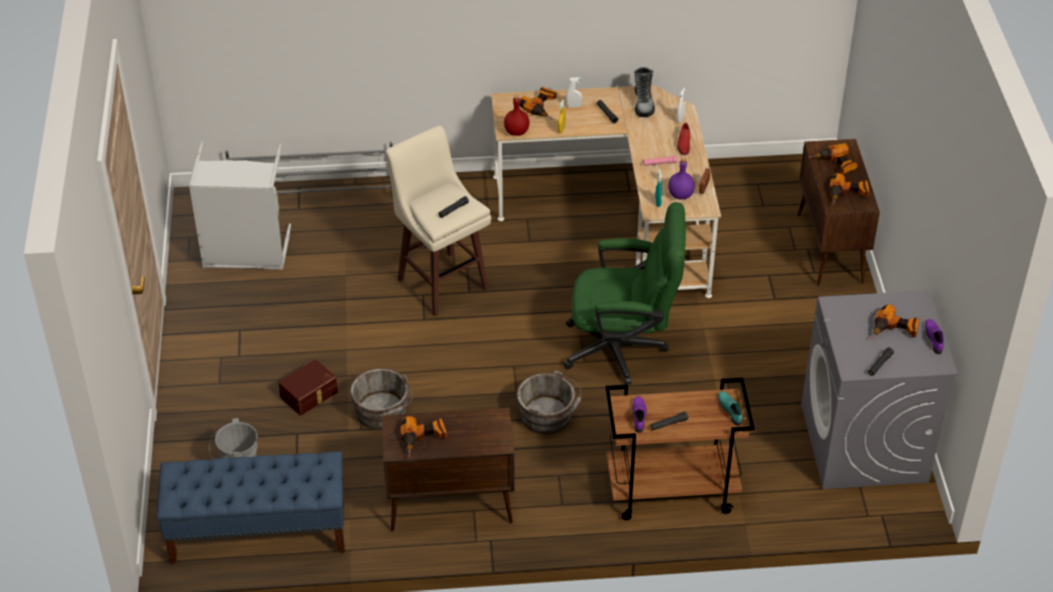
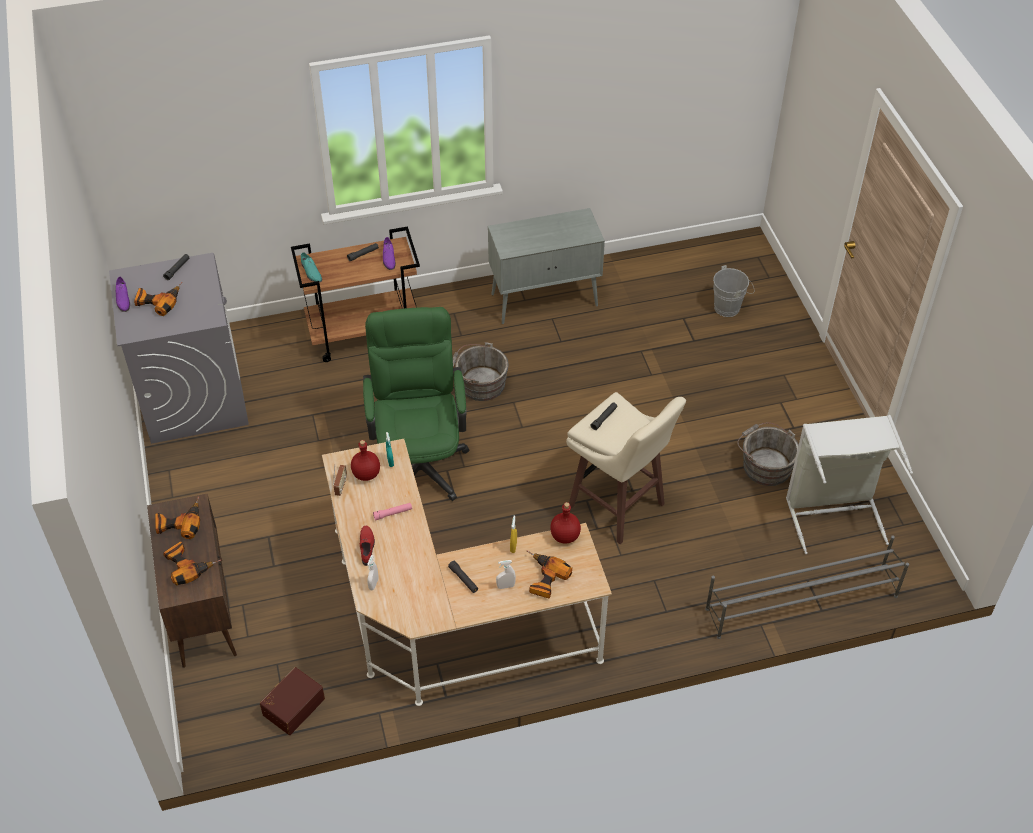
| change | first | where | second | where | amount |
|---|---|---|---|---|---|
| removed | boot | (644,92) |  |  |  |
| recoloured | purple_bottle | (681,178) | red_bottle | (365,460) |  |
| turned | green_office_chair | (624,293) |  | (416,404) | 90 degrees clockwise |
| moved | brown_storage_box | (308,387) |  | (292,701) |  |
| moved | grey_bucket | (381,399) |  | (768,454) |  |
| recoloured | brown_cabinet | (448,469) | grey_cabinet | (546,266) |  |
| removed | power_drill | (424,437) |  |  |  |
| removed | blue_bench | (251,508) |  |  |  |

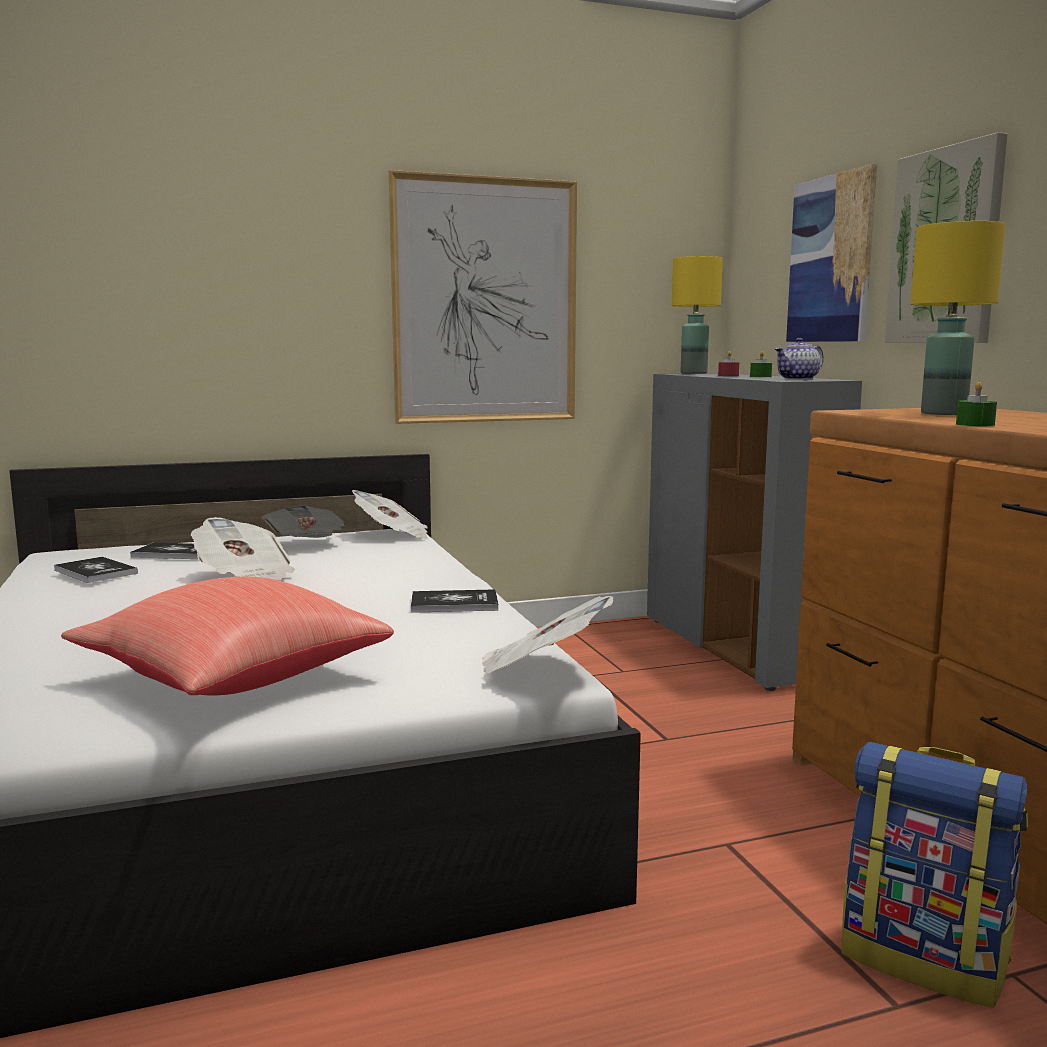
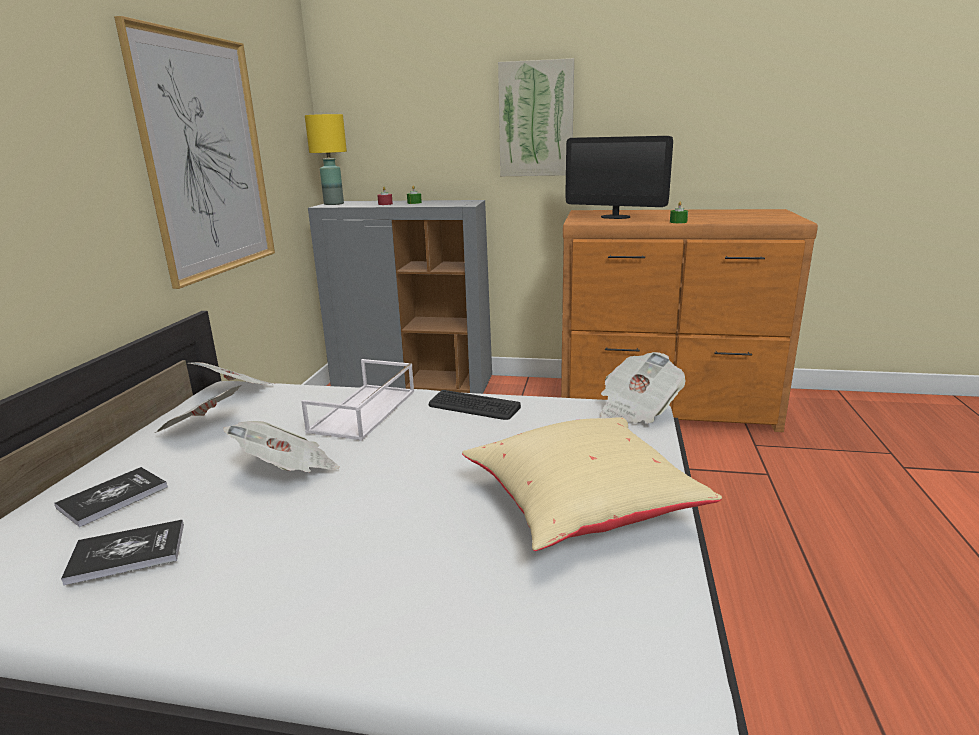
| change | first | where | second | where | amount |
|---|---|---|---|---|---|
| removed | picture | (831,253) |  |  |  |
| replaced | yellow_table_lamp | (958,318) | monitor | (619,177) |  |
| removed | teapot | (799,359) |  |  |  |
| recoloured | red_pillow | (227,636) | beige_pillow | (592,484) |  |
| replaced | book | (455,601) | keyboard | (475,405) |  |
| removed | backpack | (934,875) |  |  |  |
| added |  |  | white_tray | (357,400) |  |

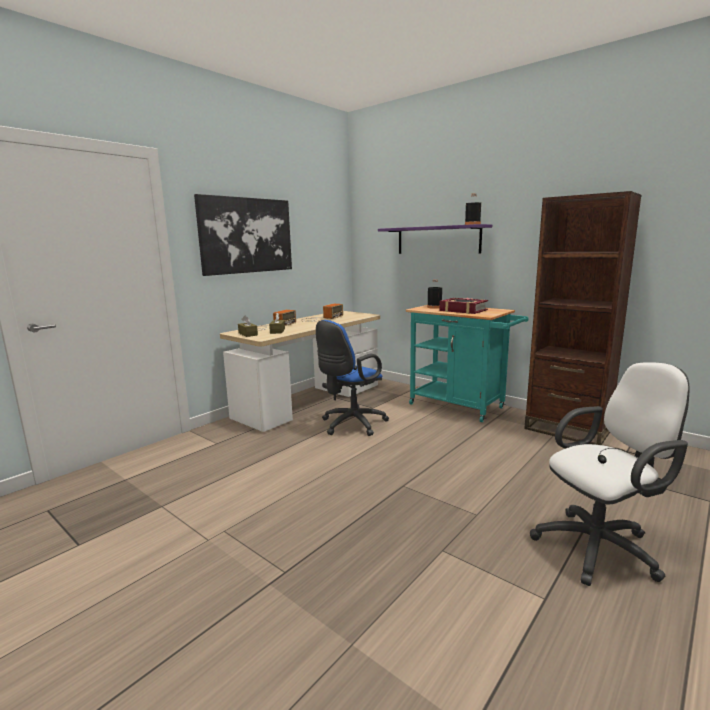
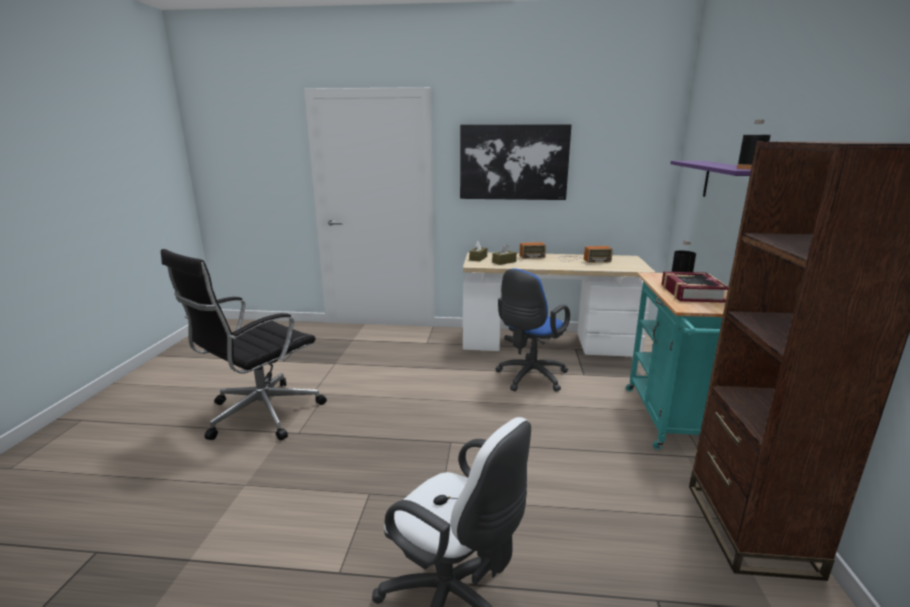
| change | first | where | second | where | amount |
|---|---|---|---|---|---|
| turned | blue_office_chair | (352,378) |  | (532,330) | 60 degrees counterclockwise |
| added |  |  | black_office_chair | (244,344) |  |

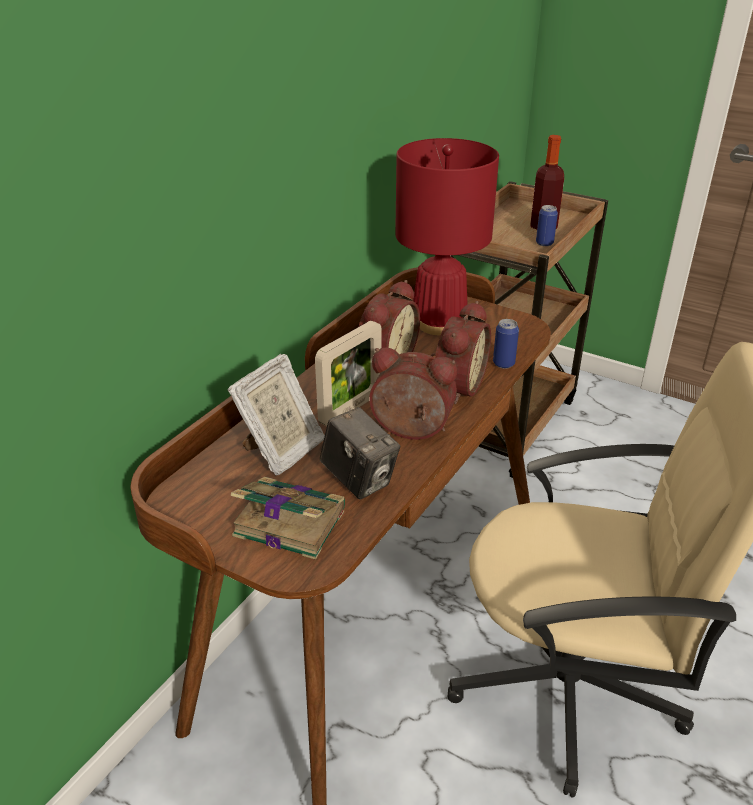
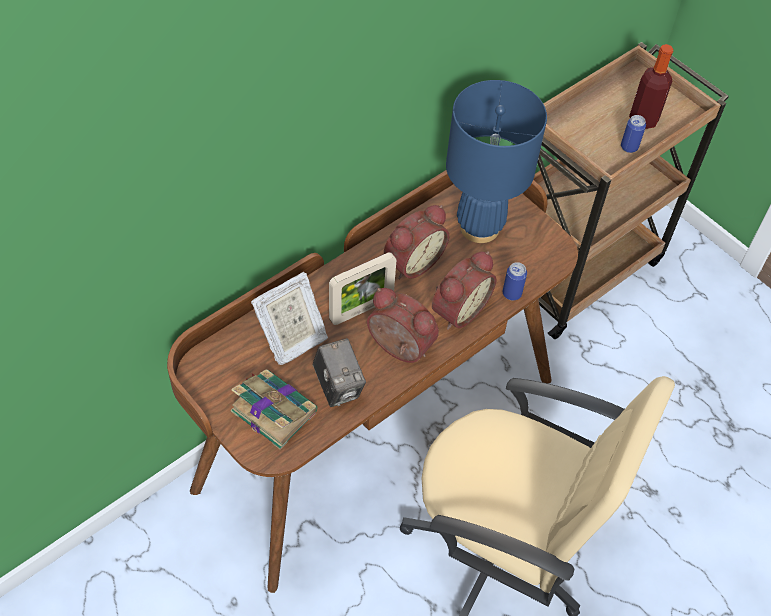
| change | first | where | second | where | amount |
|---|---|---|---|---|---|
| recoloured | red_table_lamp | (447,236) | blue_table_lamp | (496,161) |  |

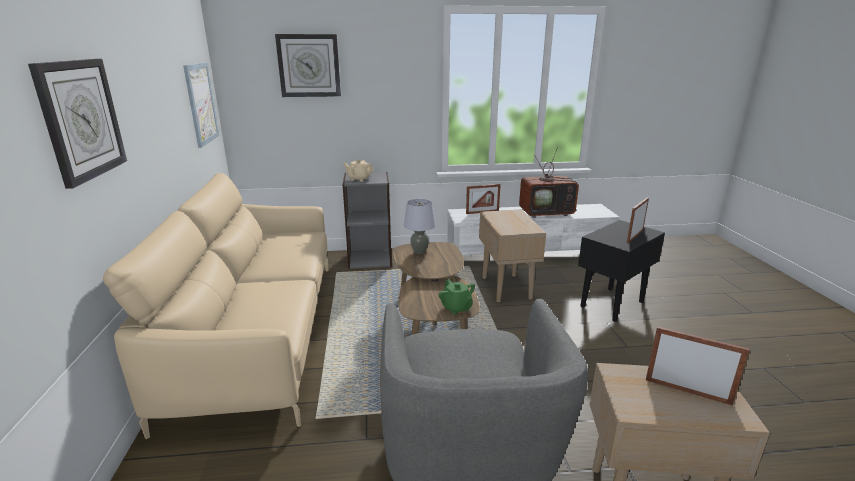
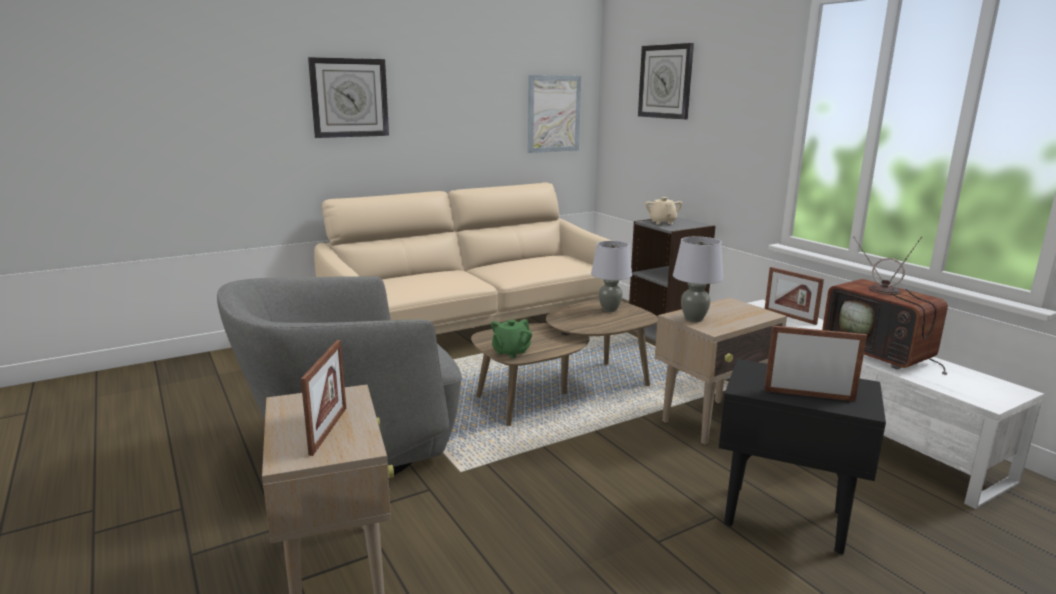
| change | first | where | second | where | amount |
|---|---|---|---|---|---|
| added |  |  | grey_table_lamp | (698,279) |  |

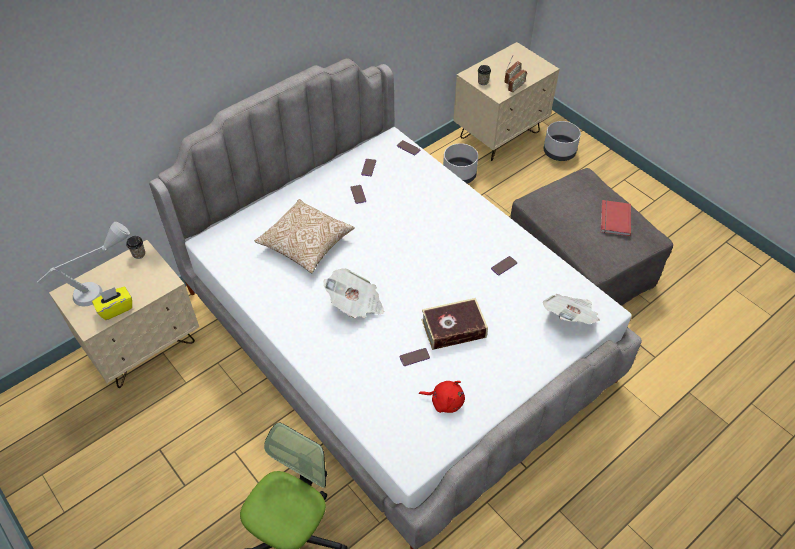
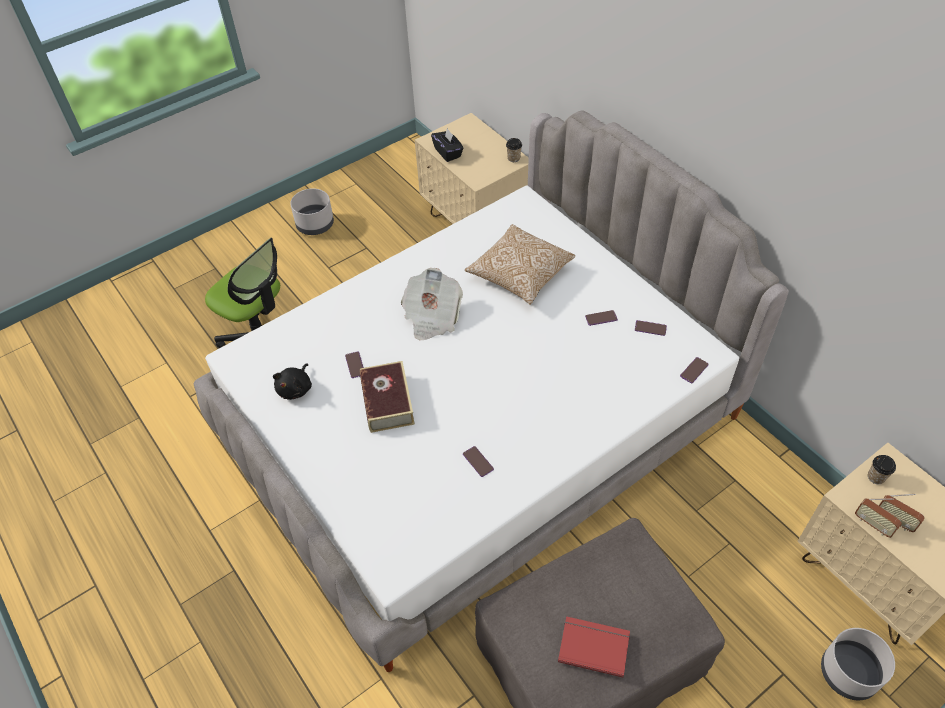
| change | first | where | second | where | amount |
|---|---|---|---|---|---|
| moved | grey_planter | (460,163) |  | (312,211) |  |
| removed | grey_table_lamp | (83,264) |  |  |  |
| recoloured | yellow_tissue_box | (112,303) | black_tissue_box | (447,145) |  |
| removed | newspaper | (571,309) |  |  |  |
| recoloured | red_plush_toy | (442,397) | black_plush_toy | (292,382) |  |

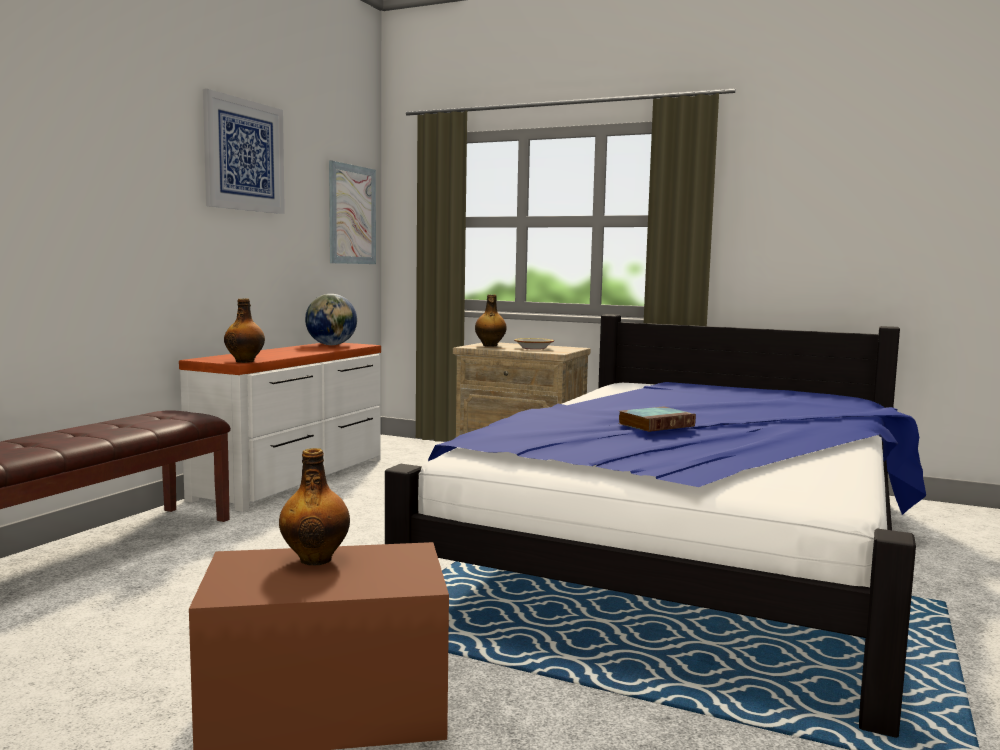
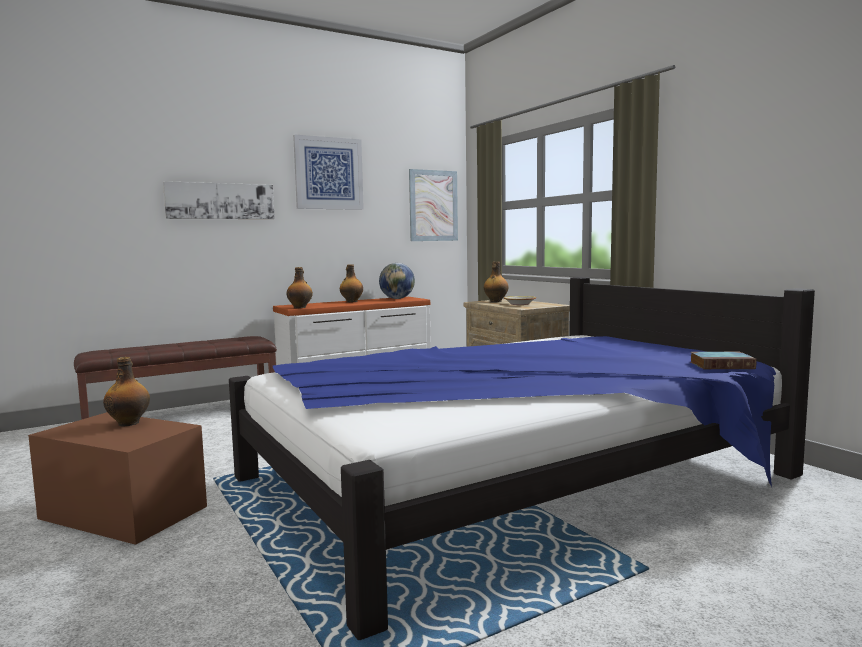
| change | first | where | second | where | amount |
|---|---|---|---|---|---|
| moved | book | (657,419) |  | (723,360) |  |
| added |  |  | picture | (219,200) |  |
| added |  |  | bottle | (351,283) |  |

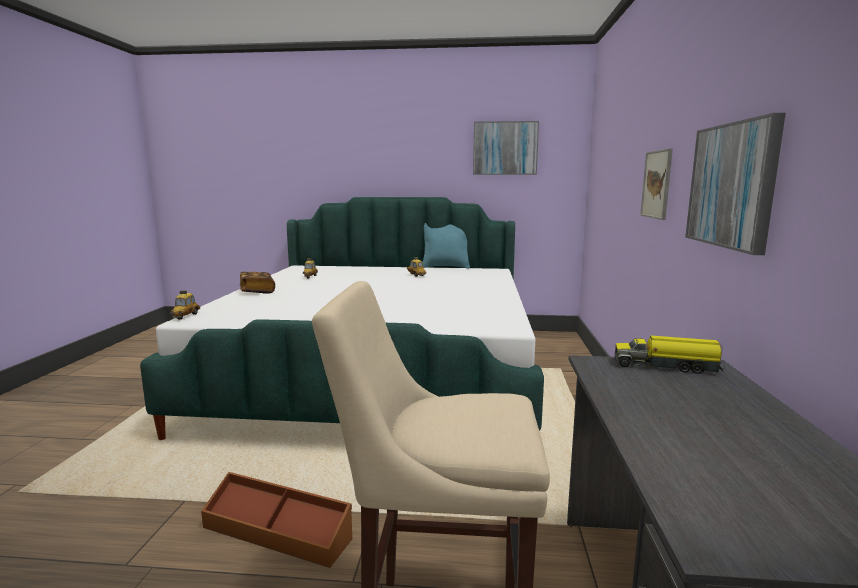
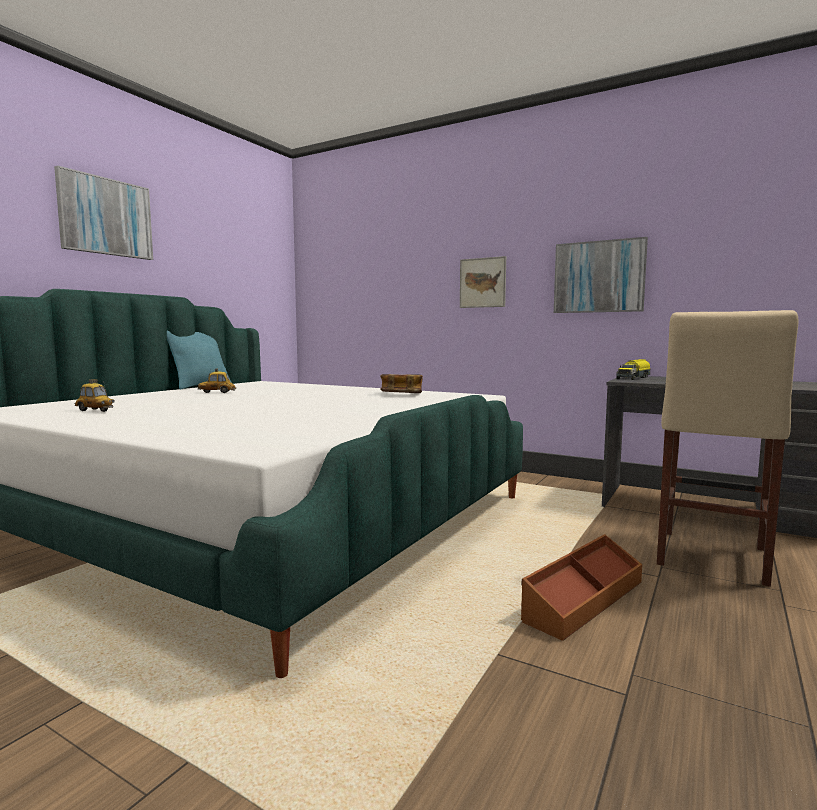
| change | first | where | second | where | amount |
|---|---|---|---|---|---|
| moved | picture | (506,148) |  | (103,213) |  |
| moved | book | (257,283) |  | (401,383) |  |
| removed | toy_car | (185,305) |  |  |  |

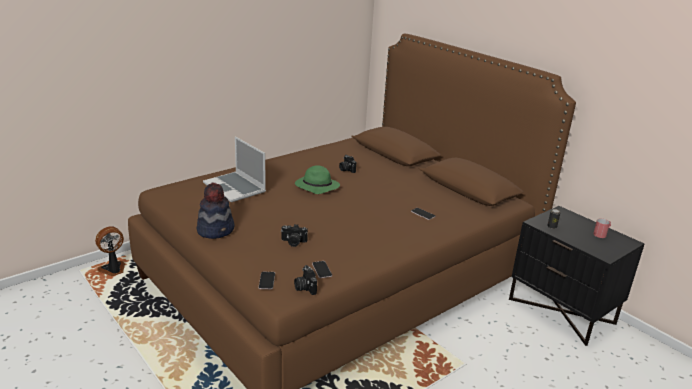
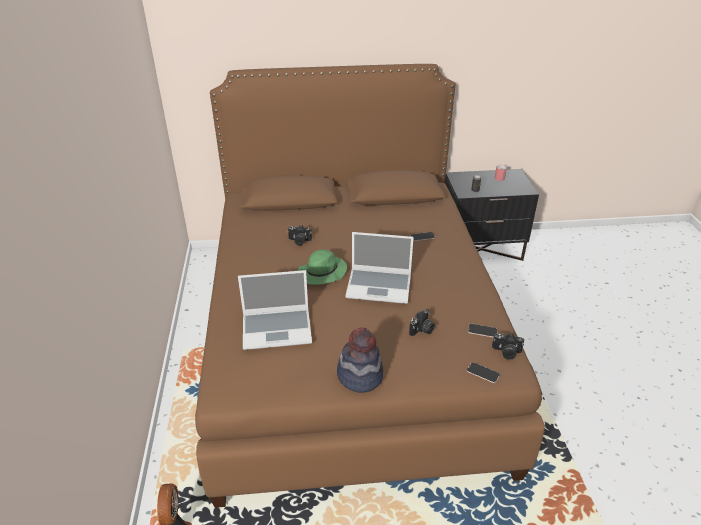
| change | first | where | second | where | amount |
|---|---|---|---|---|---|
| added |  |  | laptop | (379,268) |  |

